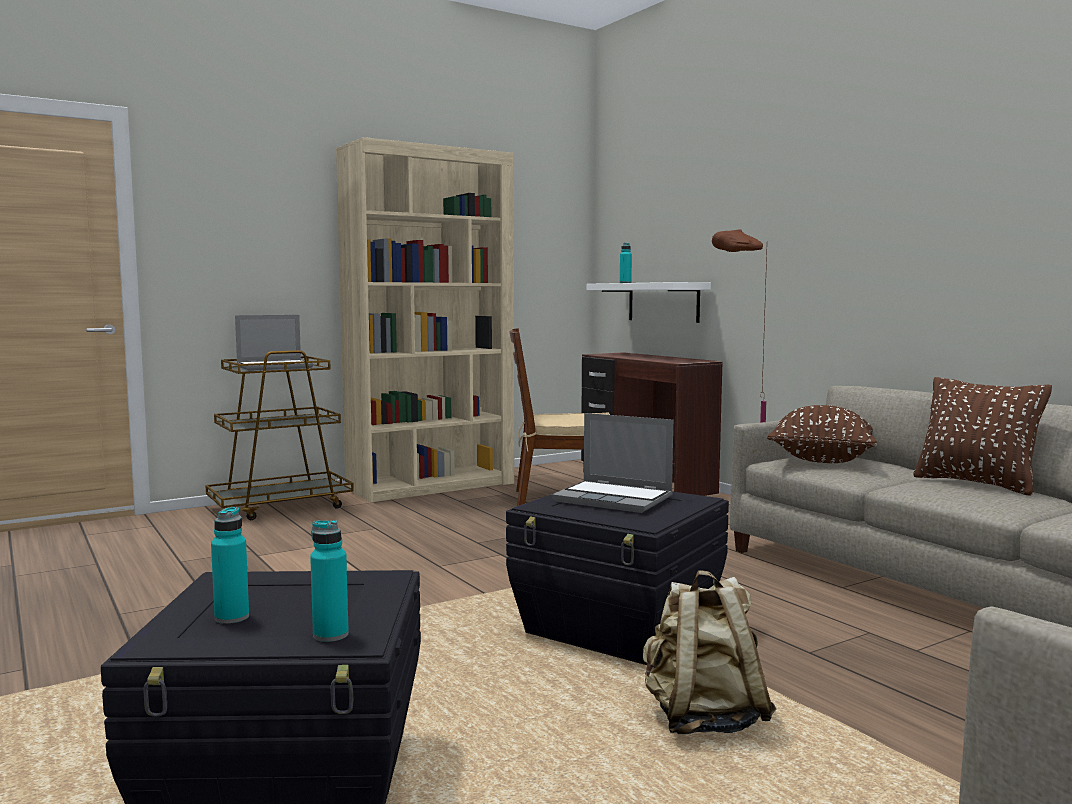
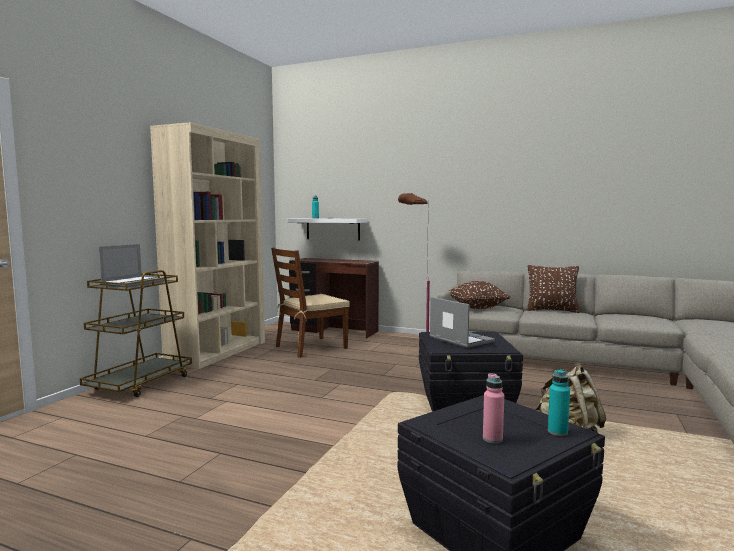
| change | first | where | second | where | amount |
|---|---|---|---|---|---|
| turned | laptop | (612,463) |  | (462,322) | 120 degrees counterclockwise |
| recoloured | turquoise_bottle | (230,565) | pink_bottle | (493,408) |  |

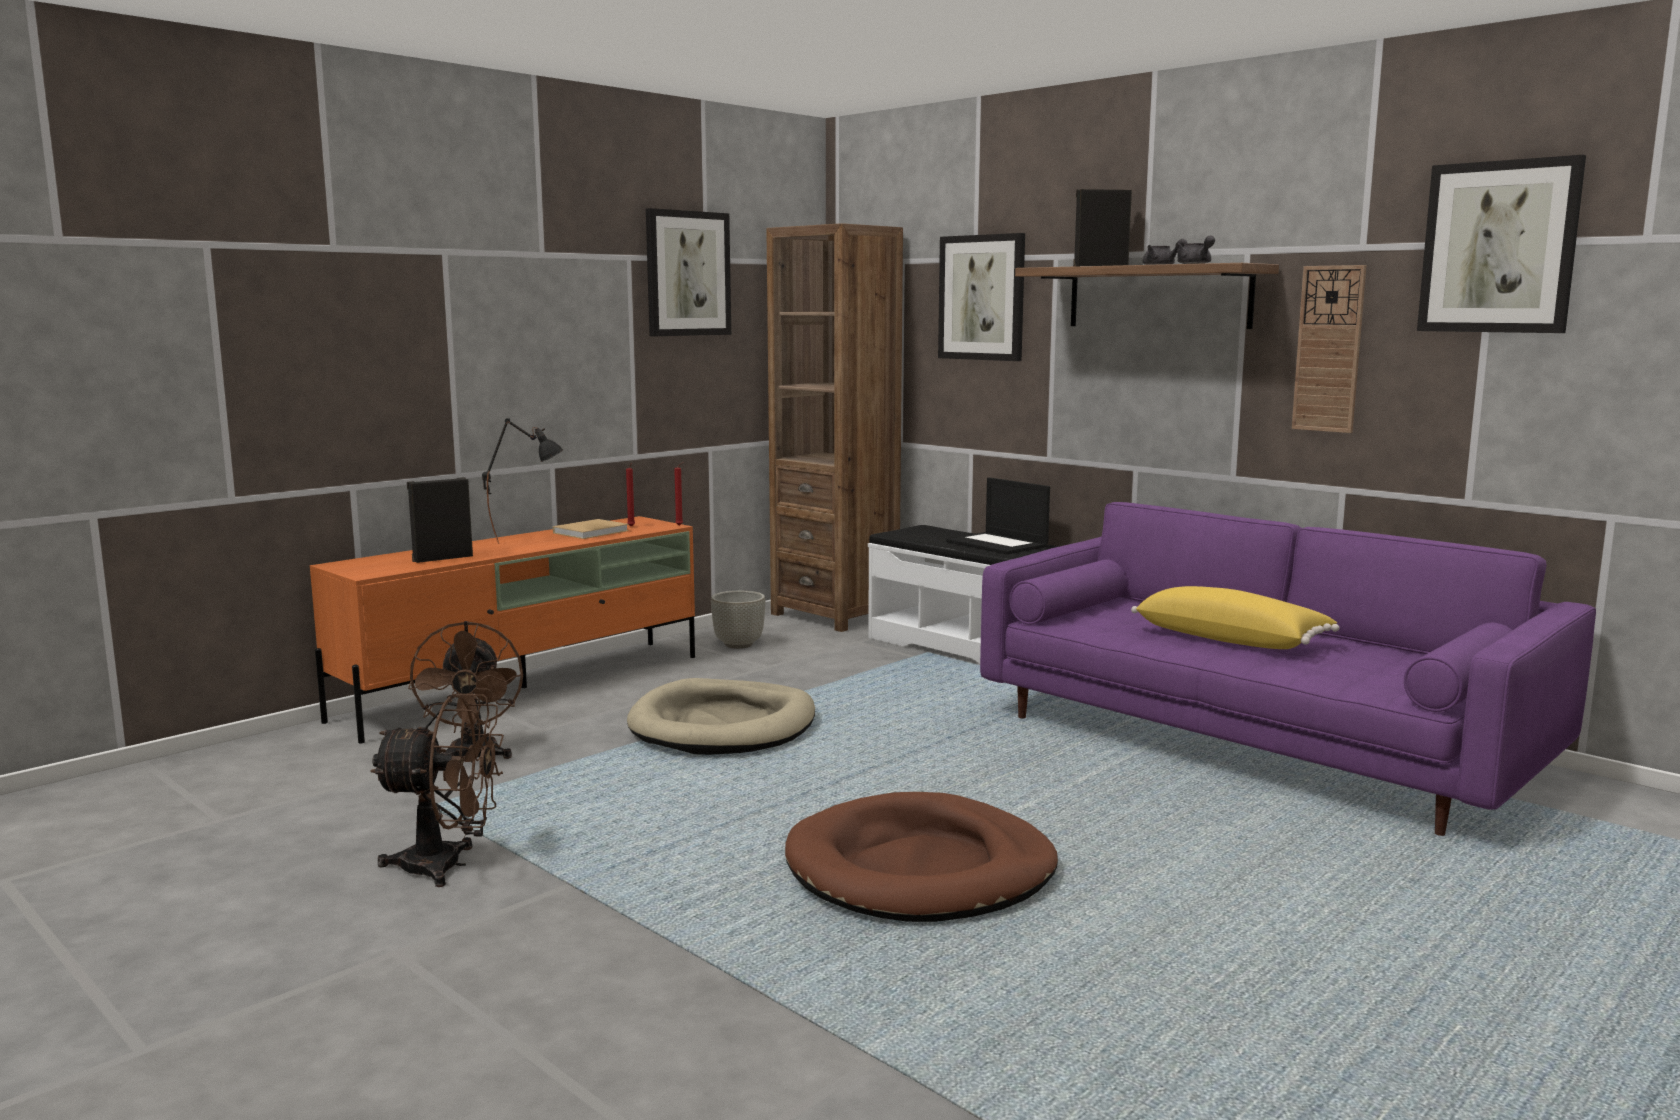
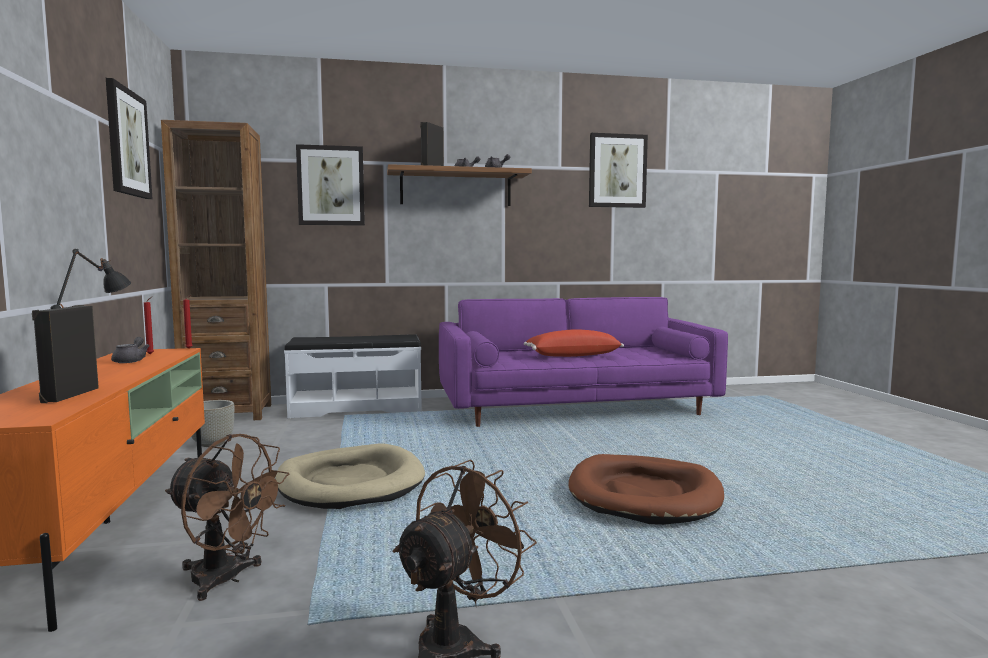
| change | first | where | second | where | amount |
|---|---|---|---|---|---|
| removed | wall_clock | (1329,349) |  |  |  |
| removed | laptop | (998,515) |  |  |  |
| replaced | beige_book | (591,529) | grey_teapot | (130,350) |  |
| recoloured | yellow_pillow | (1235,617) | red_pillow | (574,343) |  |

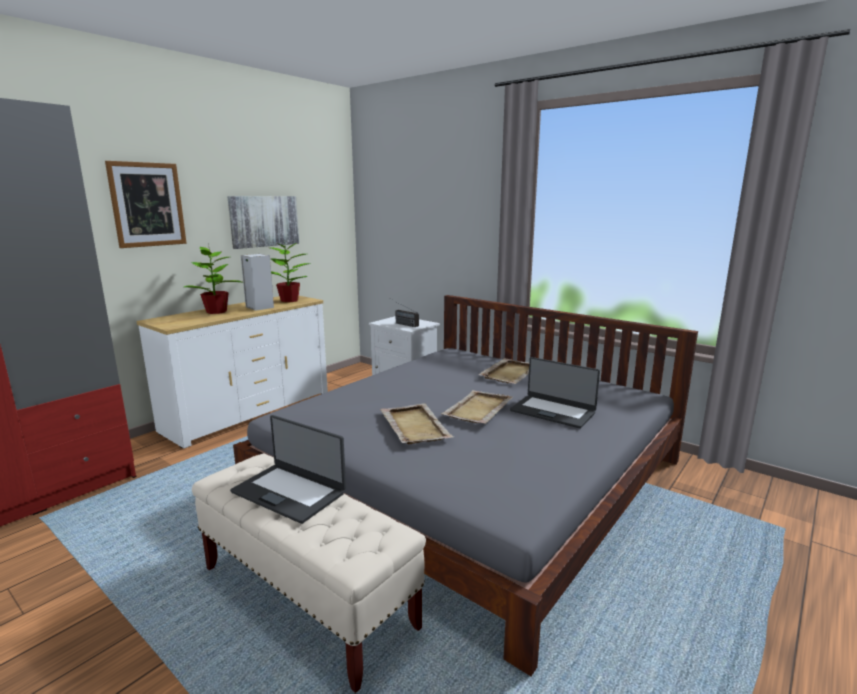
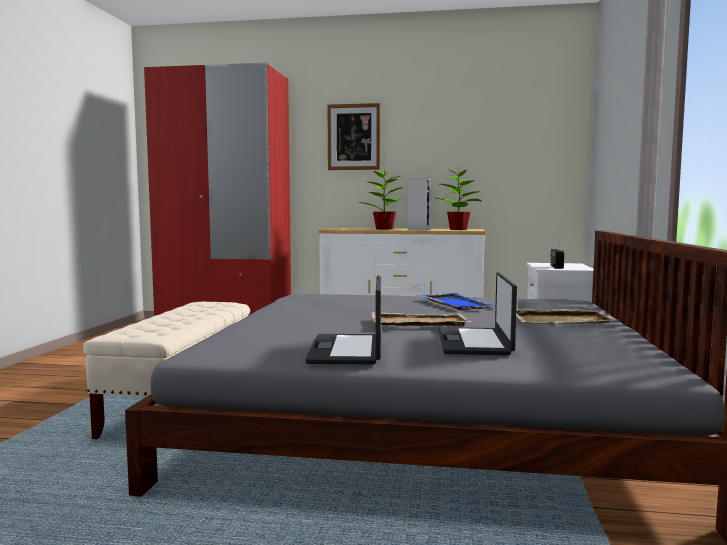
| change | first | where | second | where | amount |
|---|---|---|---|---|---|
| removed | picture | (263,222) |  |  |  |
| removed | beige_tray | (417,423) |  |  |  |
| moved | laptop | (288,469) |  | (343,320) |  |
| added |  |  | blue_tray | (457,301) |  |

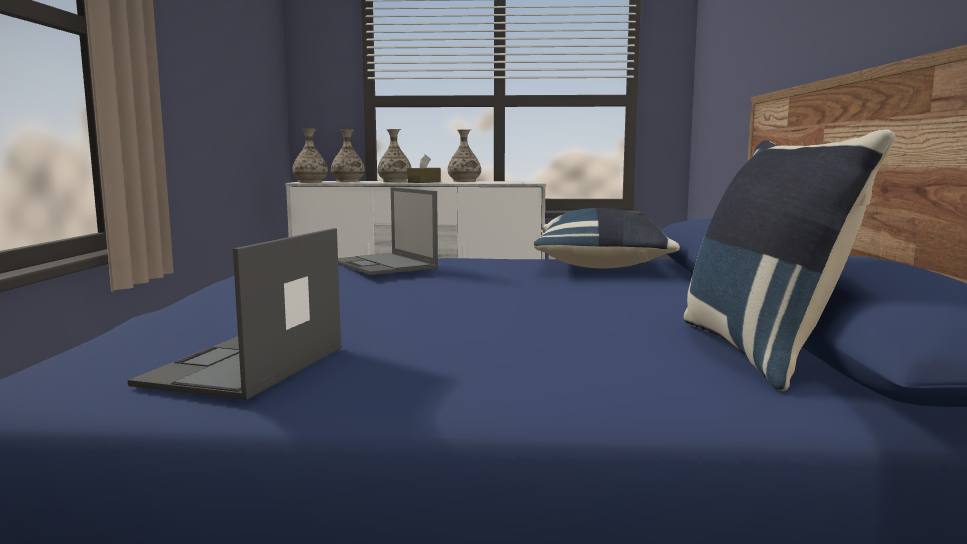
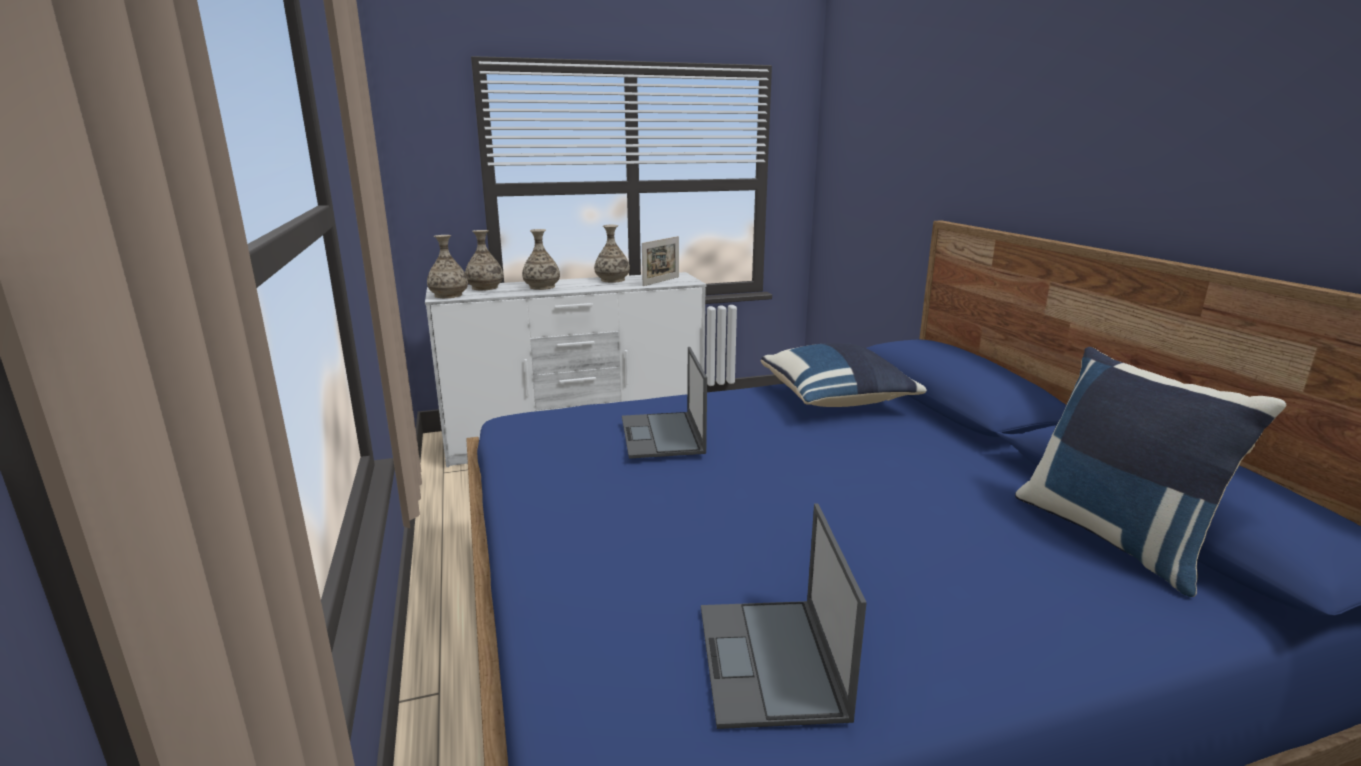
| change | first | where | second | where | amount |
|---|---|---|---|---|---|
| removed | brown_tissue_box | (424,168) |  |  |  |
| turned | laptop | (388,231) |  | (664,403) | 45 degrees clockwise |
| added |  |  | picture_frame | (660,261) |  |

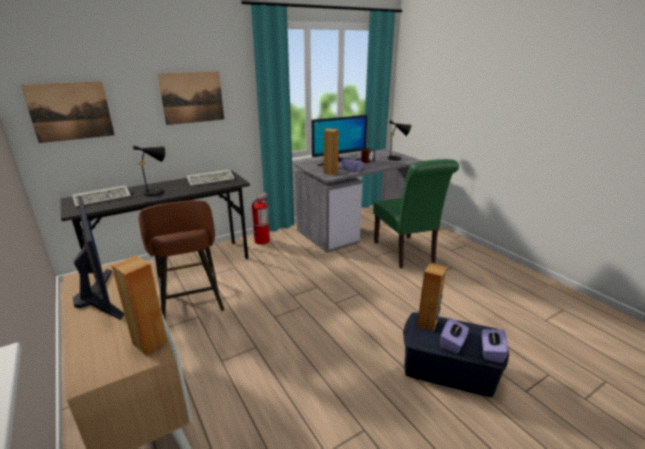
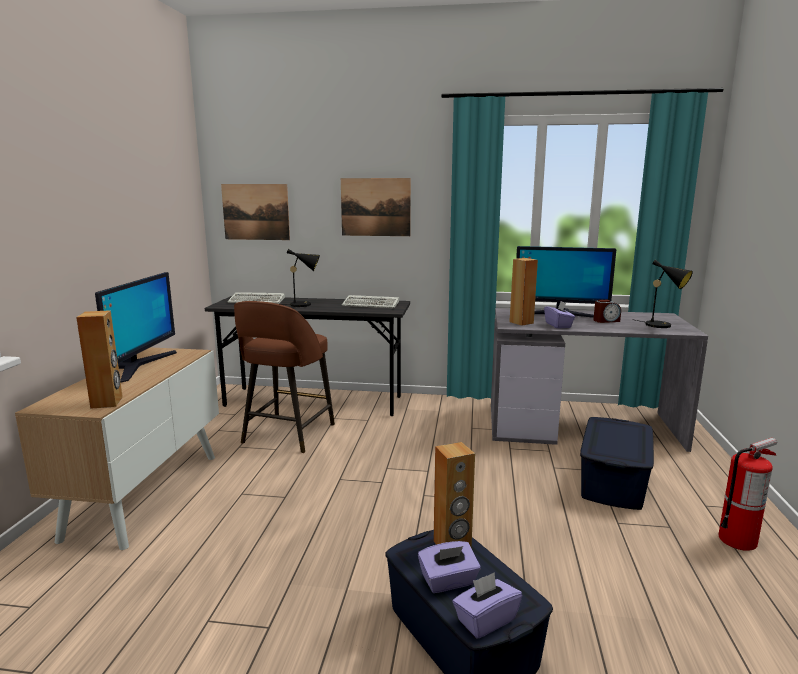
| change | first | where | second | where | amount |
|---|---|---|---|---|---|
| replaced | green_chair | (416,213) | blue_storage_box | (617,463) |  |
| moved | fire_extinguisher | (260,219) |  | (747,494) |  |

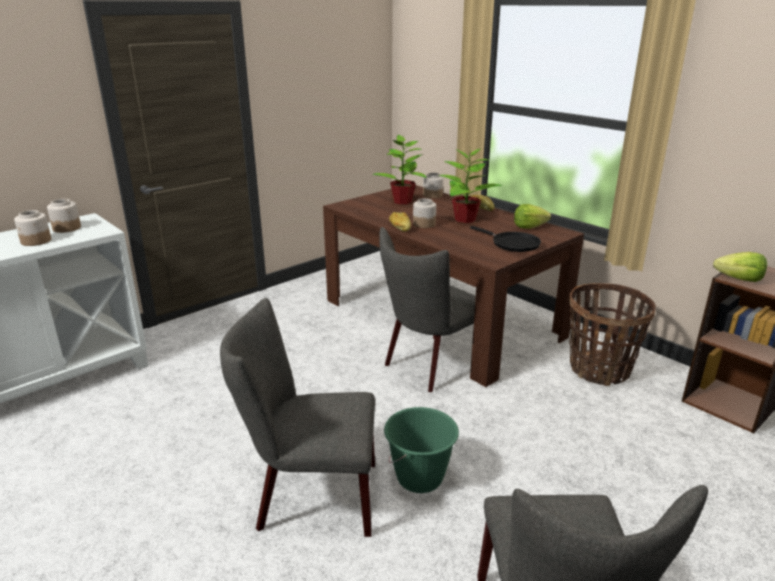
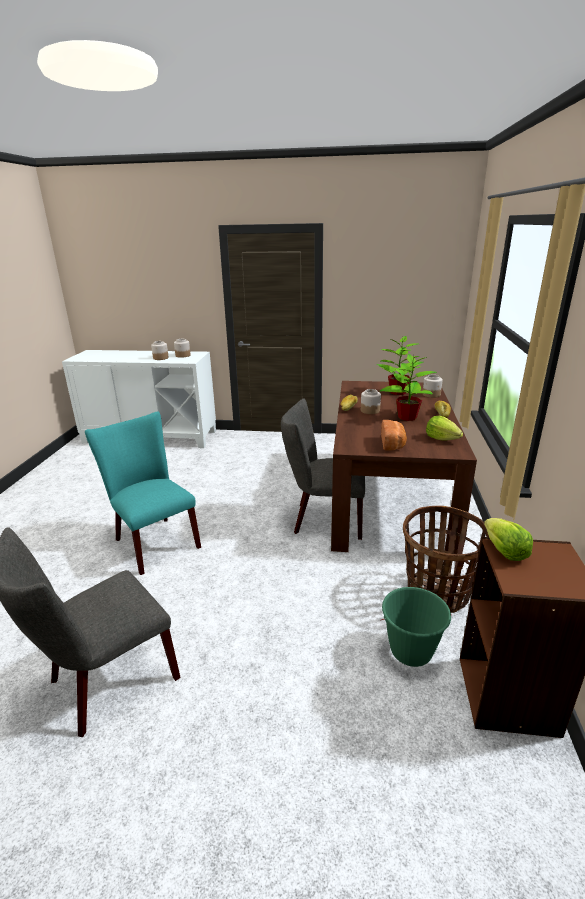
| change | first | where | second | where | amount |
|---|---|---|---|---|---|
| replaced | black_frying_pan | (505,239) | bread | (394,435) |  |
| recoloured | grey_chair | (297,417) | turquoise_chair | (143,493) |  |
| moved | green_bucket | (421,450) |  | (416,627) |  |

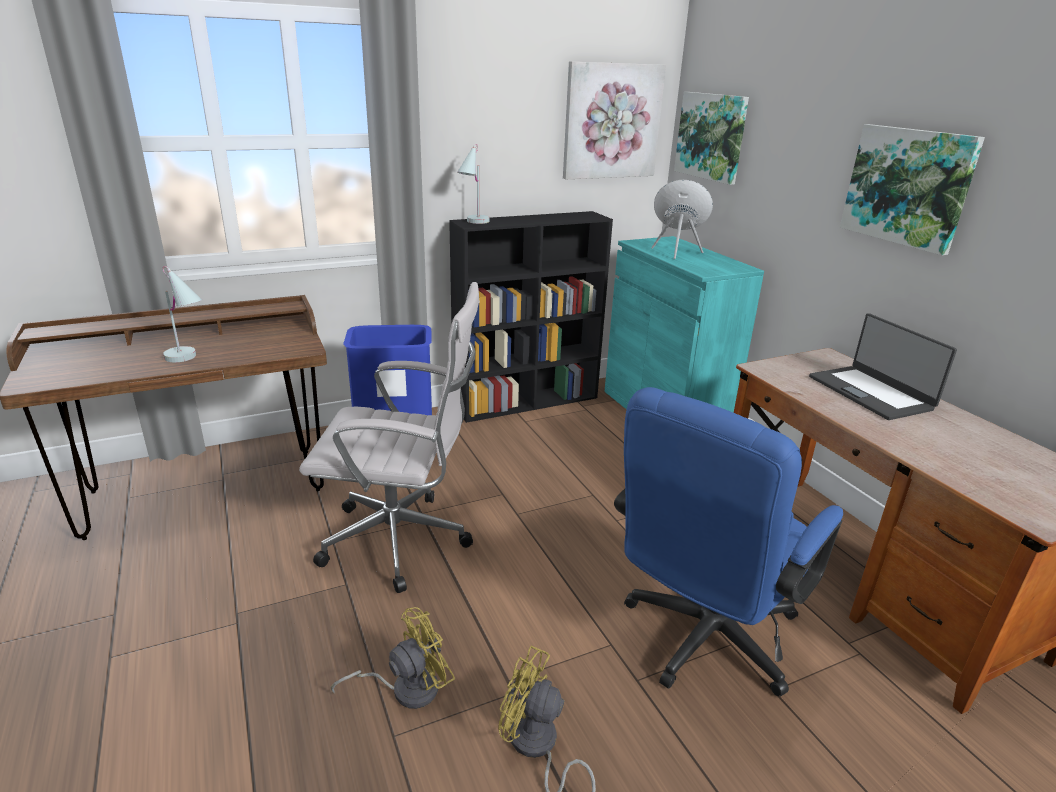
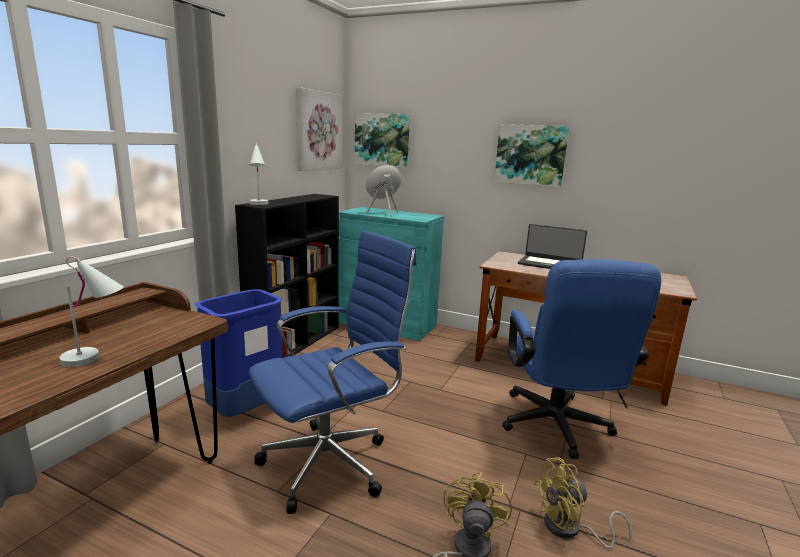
| change | first | where | second | where | amount |
|---|---|---|---|---|---|
| recoloured | white_office_chair | (389,437) | blue_office_chair | (333,372) |  |

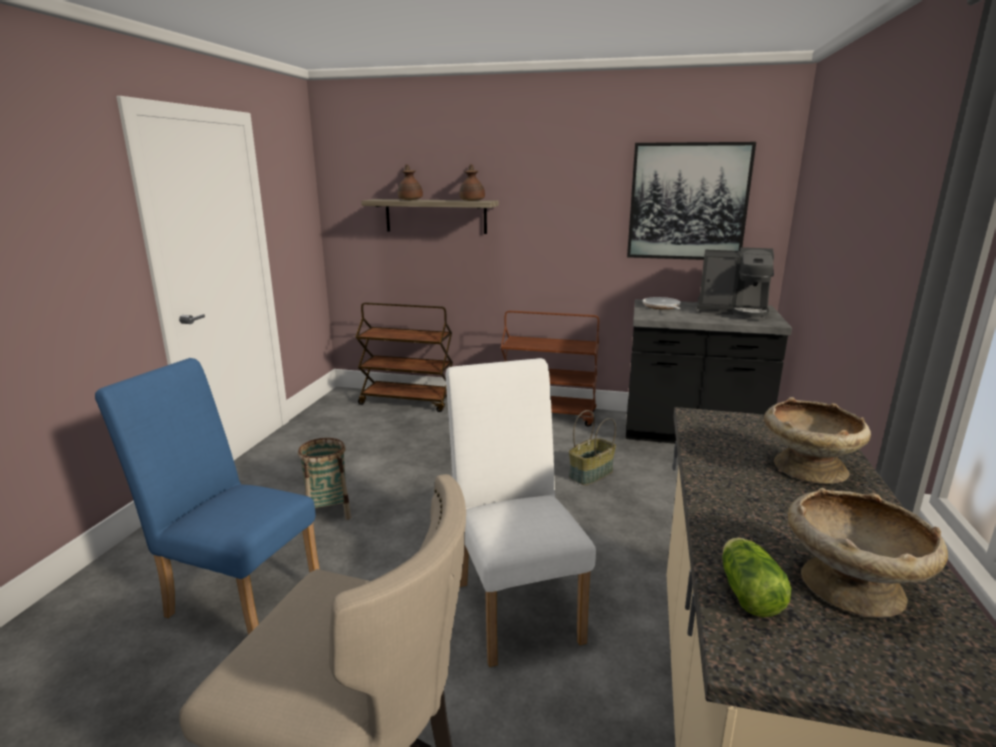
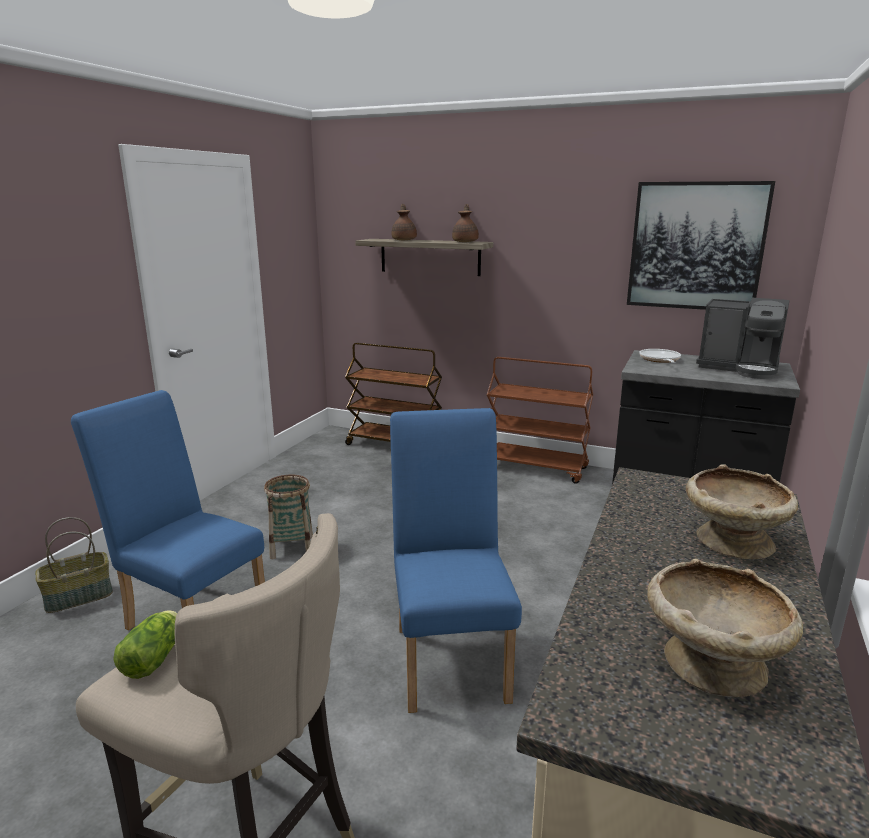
| change | first | where | second | where | amount |
|---|---|---|---|---|---|
| recoloured | white_chair | (520,512) | blue_chair | (456,560) |  |
| moved | basket | (592,447) |  | (74,565) |  |
| moved | lettuce | (757,577) |  | (145,644) |  |

